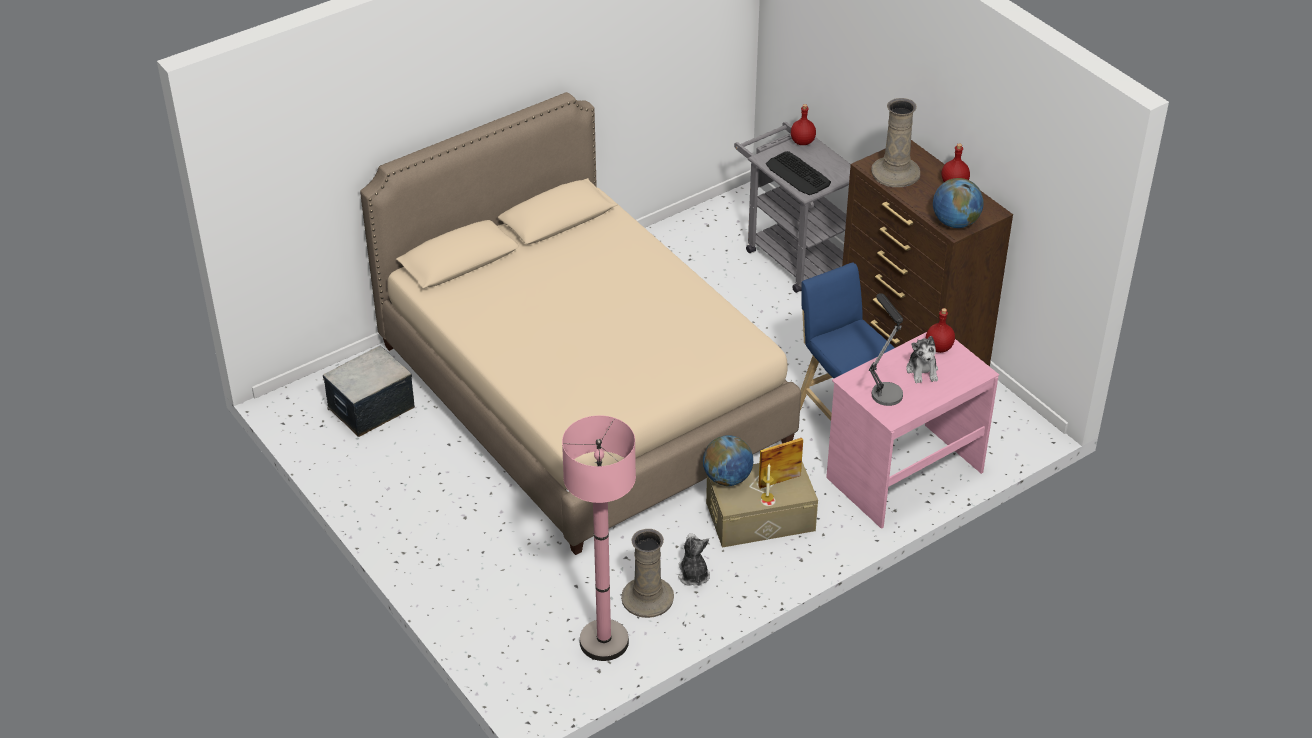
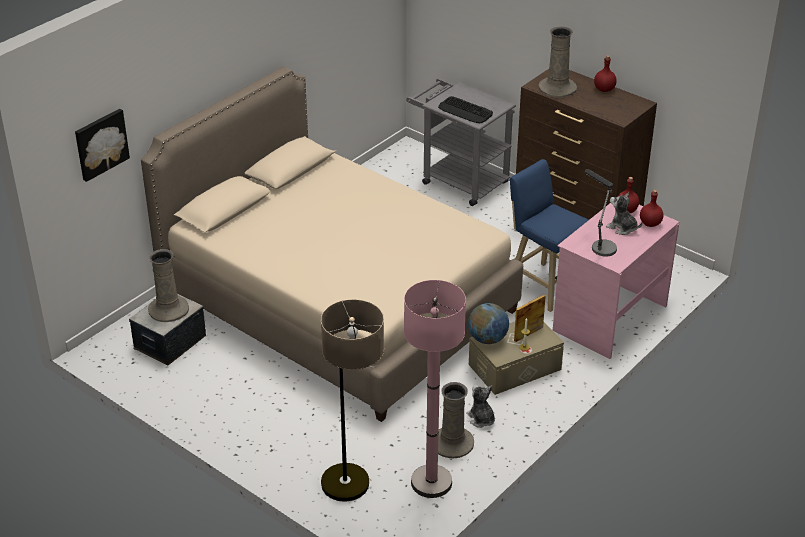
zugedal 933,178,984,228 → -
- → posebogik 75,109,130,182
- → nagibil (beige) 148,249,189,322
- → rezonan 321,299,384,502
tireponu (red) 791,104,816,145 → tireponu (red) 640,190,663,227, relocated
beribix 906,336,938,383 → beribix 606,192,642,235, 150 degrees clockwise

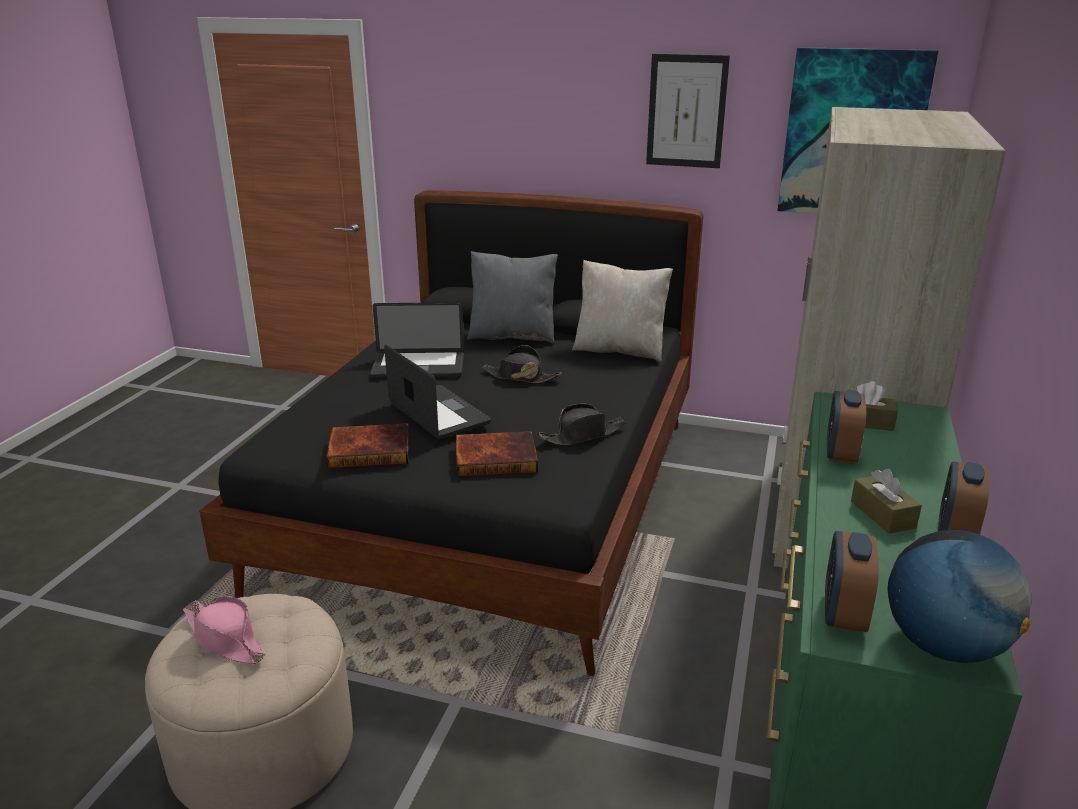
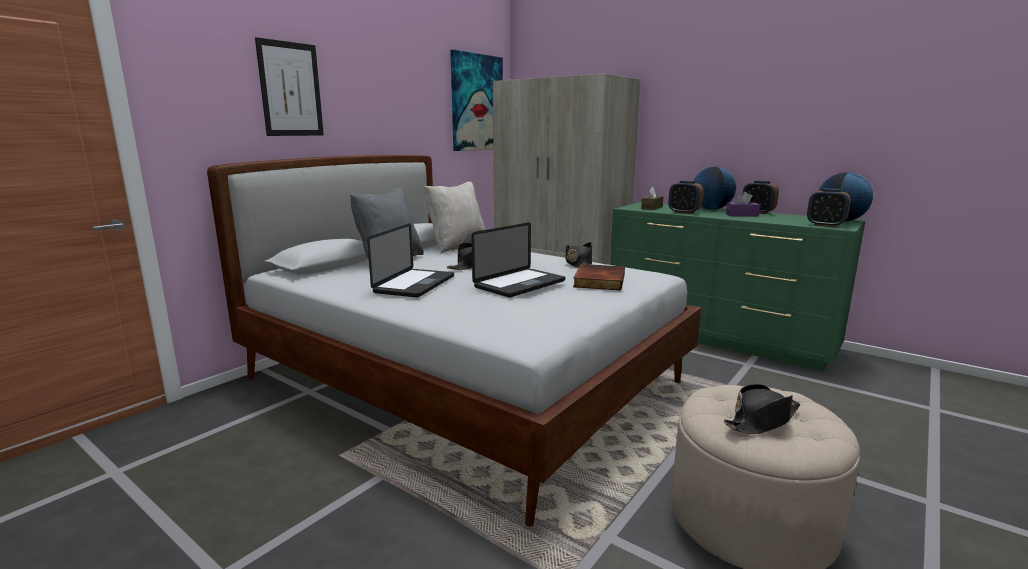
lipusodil 326,423,409,468 → -
- → zugedal 693,167,736,210
posebogik 646,54,730,168 → posebogik 255,37,324,136, relocated
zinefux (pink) 183,596,265,664 → zinefux (black) 724,384,800,434
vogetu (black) 199,190,703,676 → vogetu (white) 207,155,702,527
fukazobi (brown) 851,468,922,534 → fukazobi (purple) 726,192,760,217
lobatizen 384,344,491,439 → lobatizen 471,222,565,298, 150 degrees clockwise

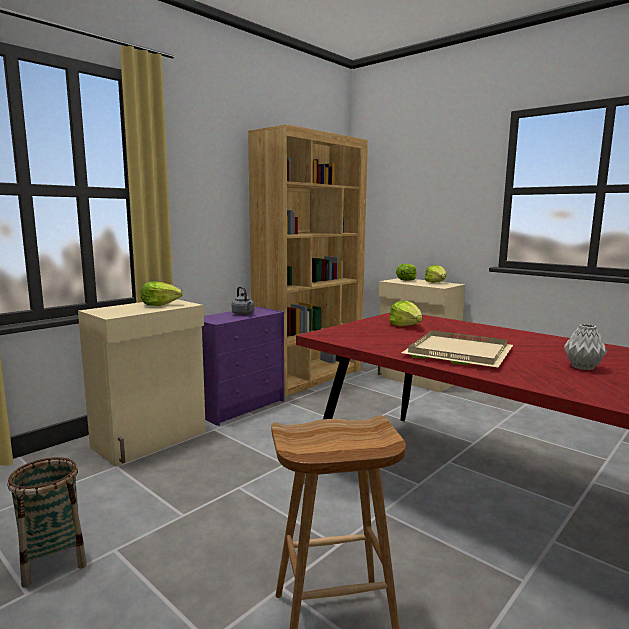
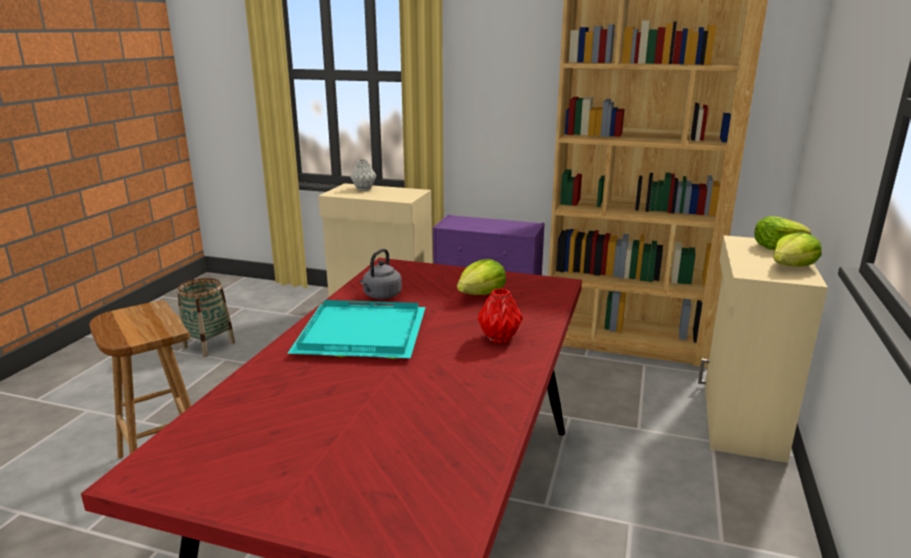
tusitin 141,281,183,306 → -
- → nagibil (red) 478,288,523,343
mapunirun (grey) 232,287,254,316 → mapunirun (grey) 360,249,402,299, relocated
nagibil (grey) 564,324,607,370 → nagibil (grey) 350,159,376,191, relocated
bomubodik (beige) 401,330,513,368 → bomubodik (turquoise) 287,300,426,359

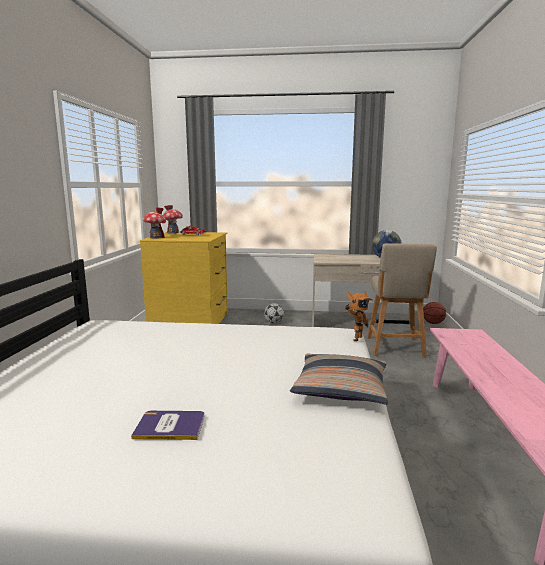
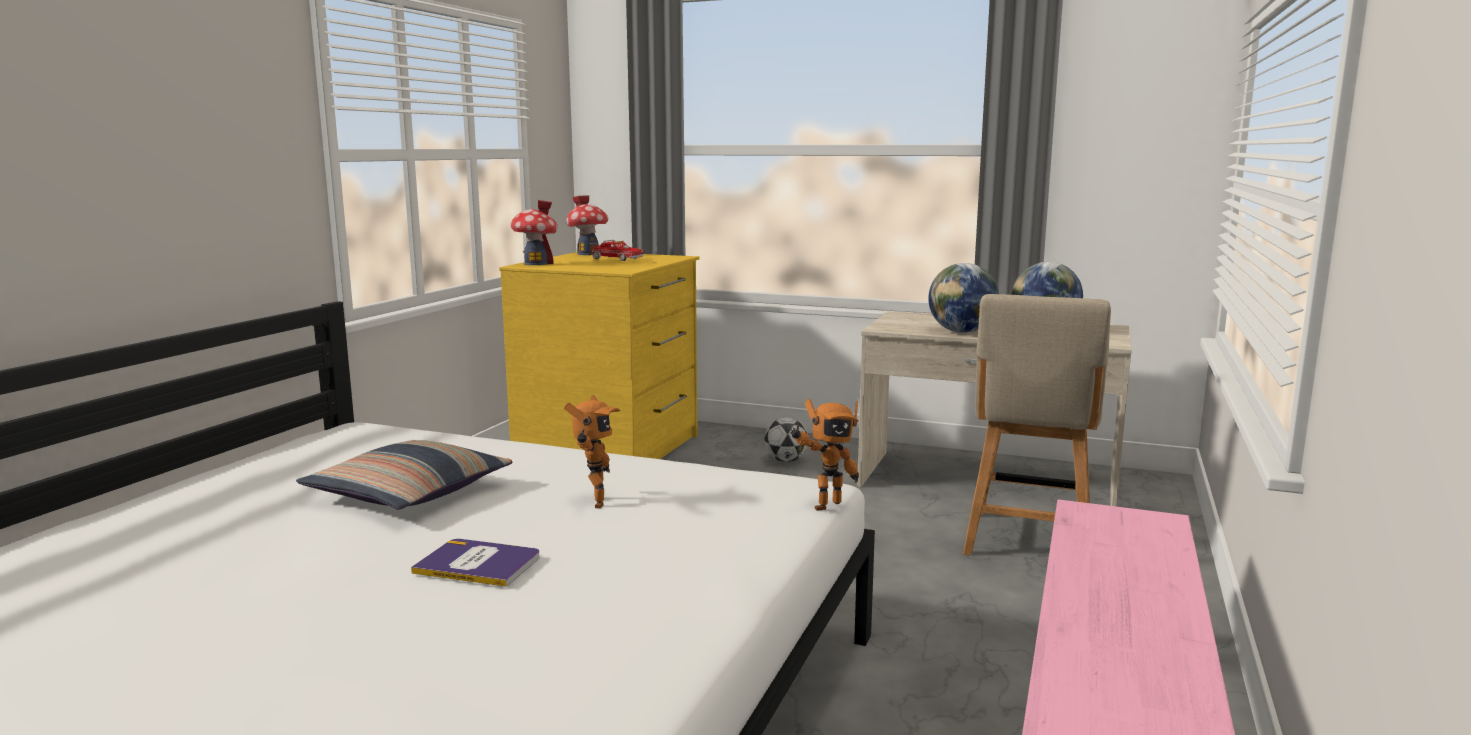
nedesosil 423,302,446,324 → -
- → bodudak 564,395,621,509
- → zugedal 928,263,999,333
lipusodil 131,411,205,440 → lipusodil 411,539,540,587, relocated
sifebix 290,353,388,405 → sifebix 296,440,513,510, relocated

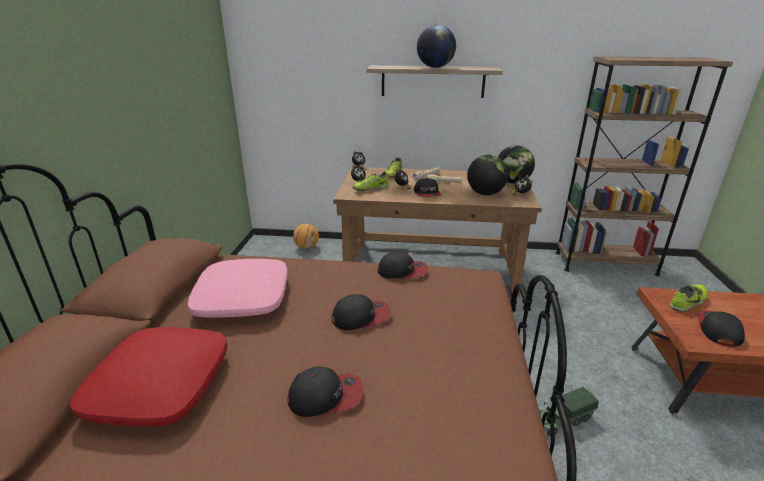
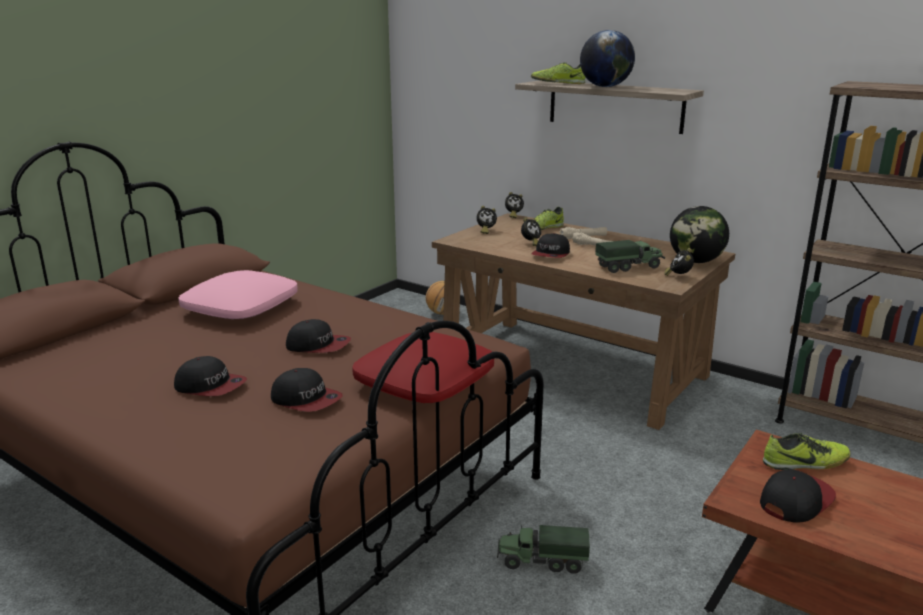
sifebix (red) 70,327,227,426 → sifebix (red) 352,332,494,403, relocated
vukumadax 352,171,389,191 → vukumadax 531,62,585,84, relocated
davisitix 378,251,428,279 → davisitix 271,368,343,412, relocated
zugedal 467,155,509,195 → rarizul 595,240,665,273

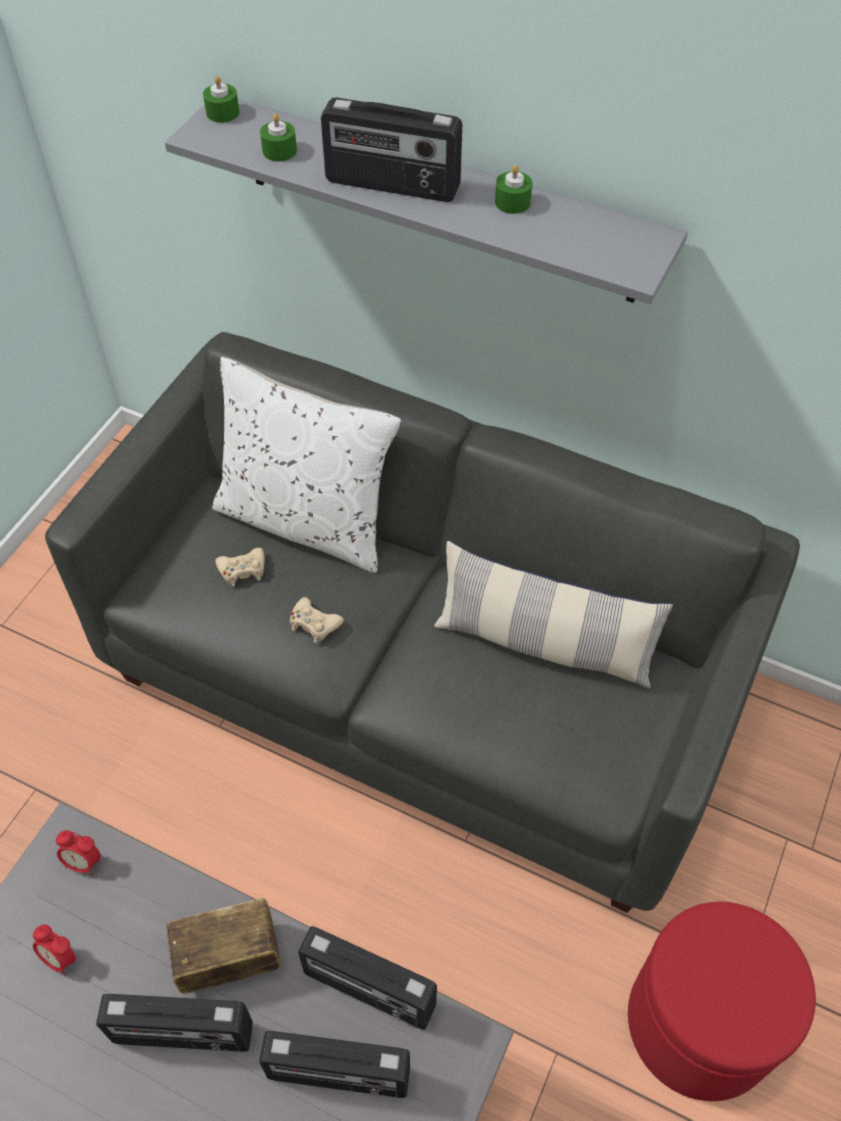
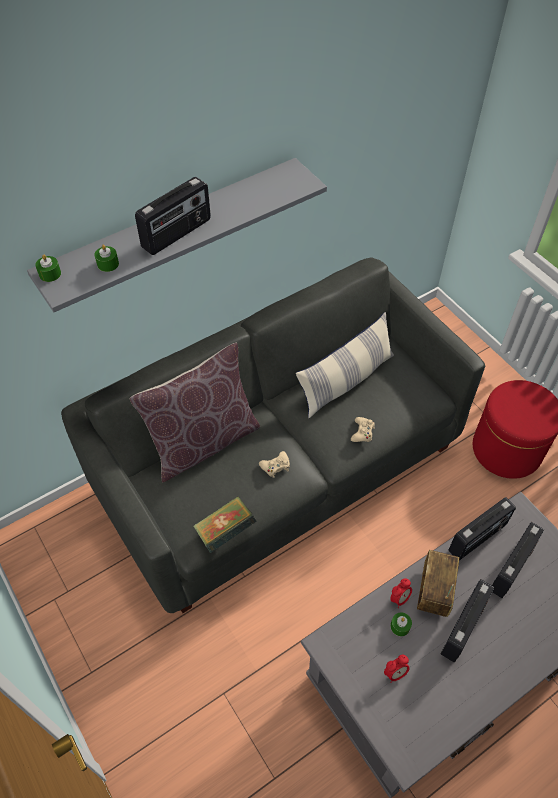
- → lipusodil 193,497,257,553
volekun 56,830,101,876 → volekun 390,578,412,608, relocated
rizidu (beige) 215,548,265,587 → rizidu (beige) 351,417,375,442, relocated
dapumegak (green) 495,165,533,214 → dapumegak (green) 390,612,412,636, relocated
sifebix (white) 212,357,401,573 → sifebix (brown) 129,343,260,482

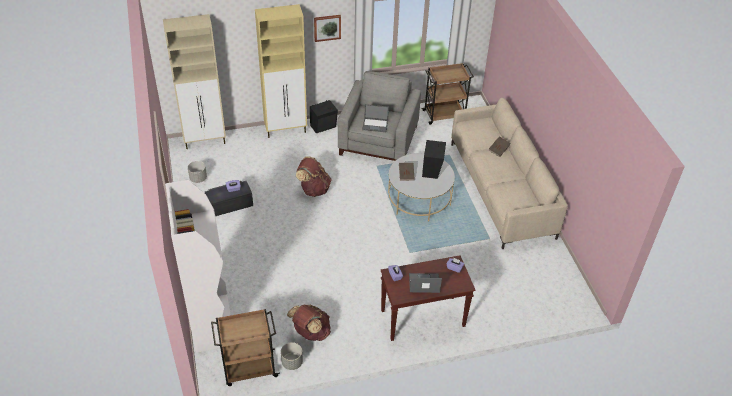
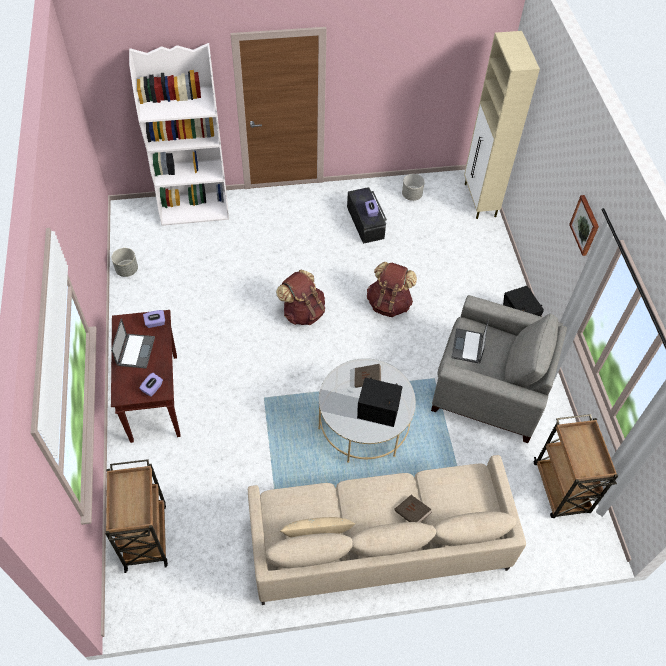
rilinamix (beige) 255,4,307,138 → -
- → sifebix (beige) 280,517,355,537
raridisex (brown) 211,309,280,386 → raridisex (brown) 105,459,168,573, relocated
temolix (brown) 287,305,331,341 → temolix (brown) 276,269,325,325, relocated

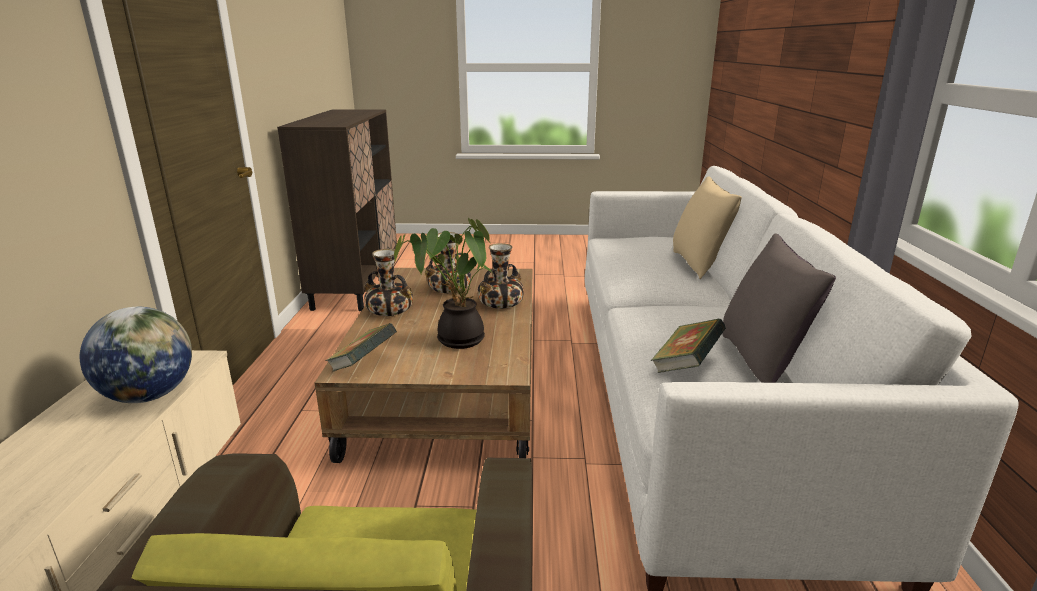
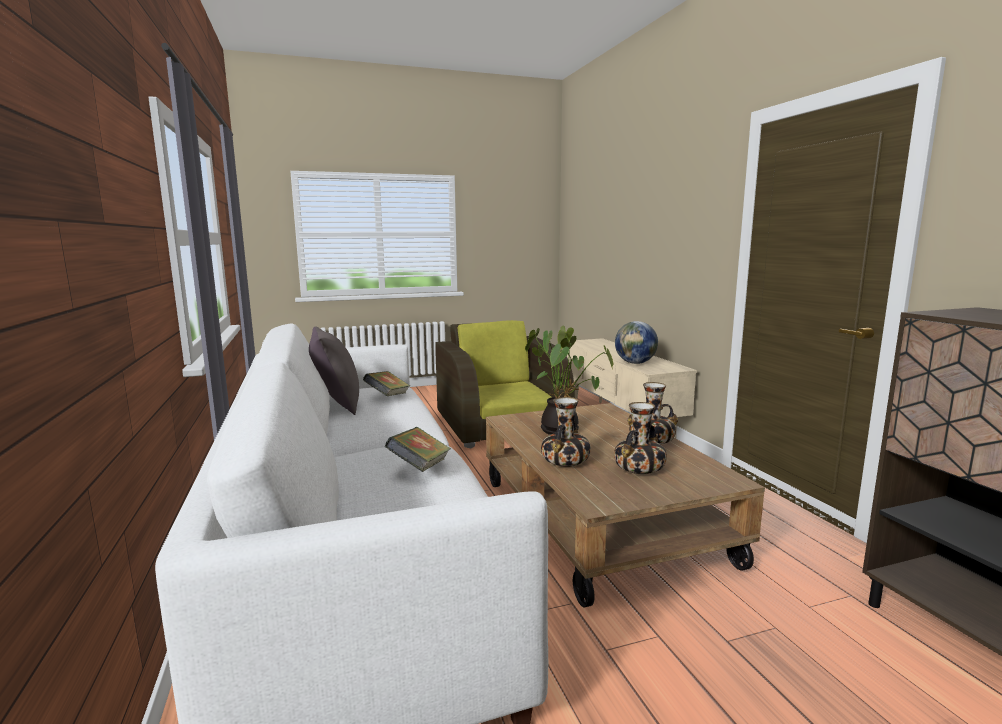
sifebix (beige) 673,176,742,279 → -
lipusodil 325,323,396,371 → lipusodil 385,427,451,472, relocated

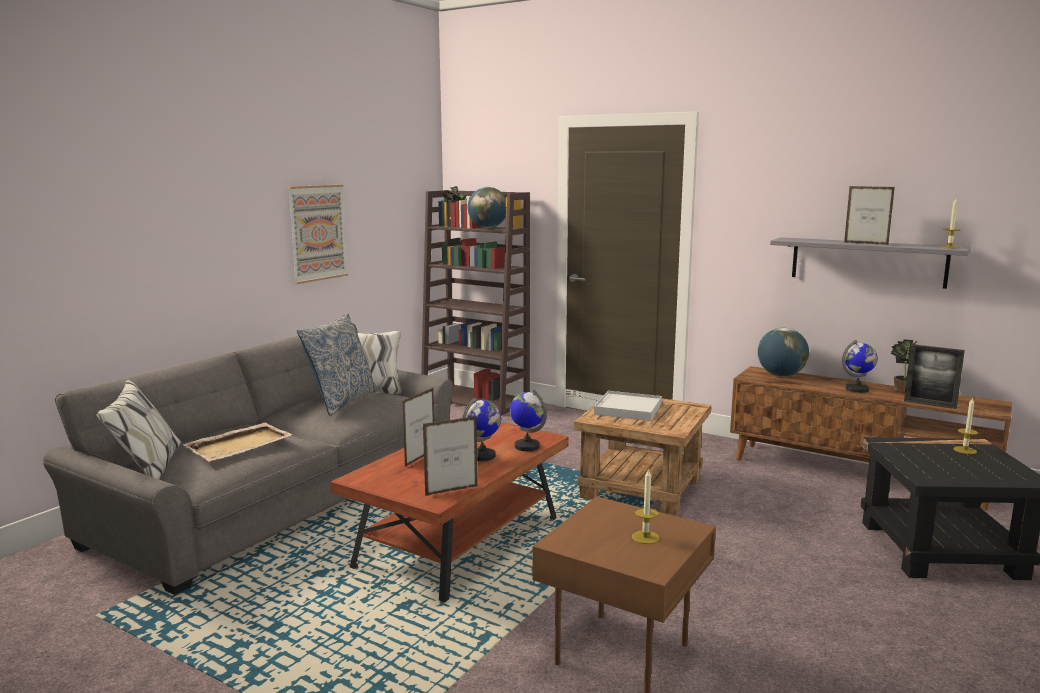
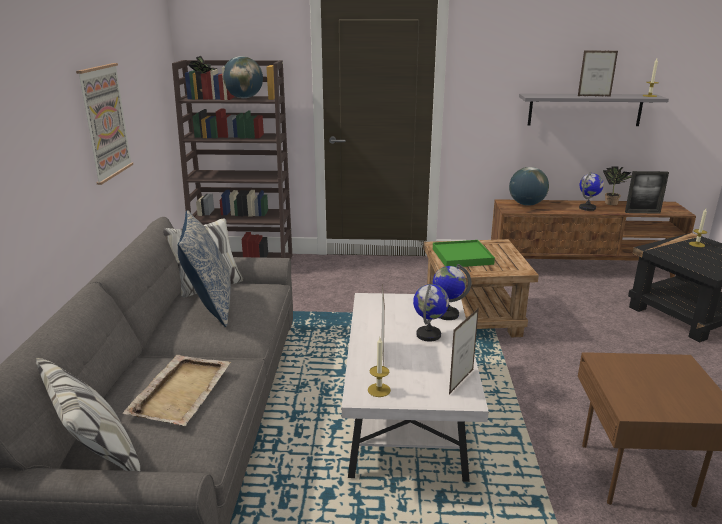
dapumegak 632,468,660,544 → dapumegak 368,337,391,397, relocated
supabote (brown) 330,422,569,603 → supabote (white) 341,293,489,482
bomubodik (white) 594,391,662,421 → bomubodik (green) 433,240,495,267

